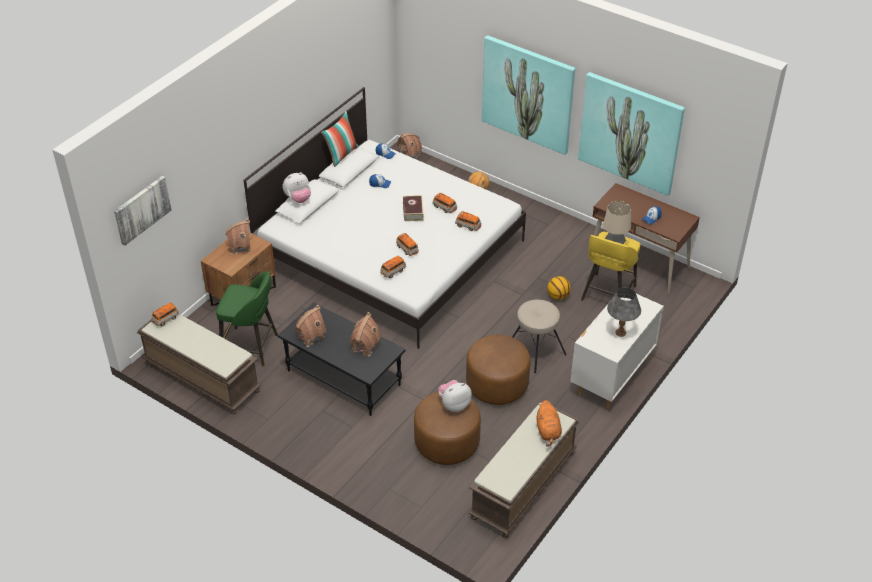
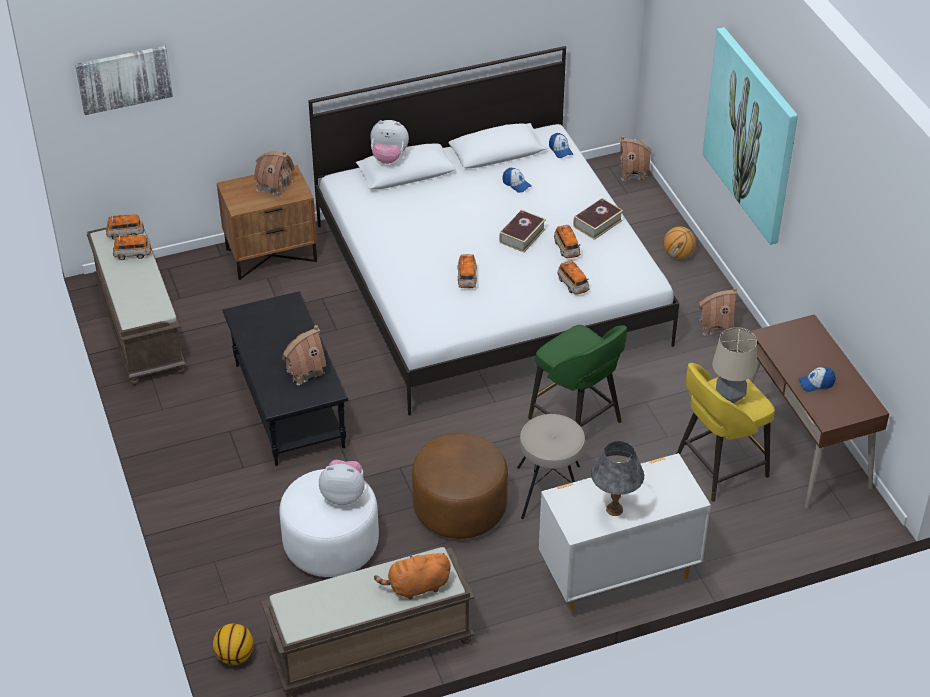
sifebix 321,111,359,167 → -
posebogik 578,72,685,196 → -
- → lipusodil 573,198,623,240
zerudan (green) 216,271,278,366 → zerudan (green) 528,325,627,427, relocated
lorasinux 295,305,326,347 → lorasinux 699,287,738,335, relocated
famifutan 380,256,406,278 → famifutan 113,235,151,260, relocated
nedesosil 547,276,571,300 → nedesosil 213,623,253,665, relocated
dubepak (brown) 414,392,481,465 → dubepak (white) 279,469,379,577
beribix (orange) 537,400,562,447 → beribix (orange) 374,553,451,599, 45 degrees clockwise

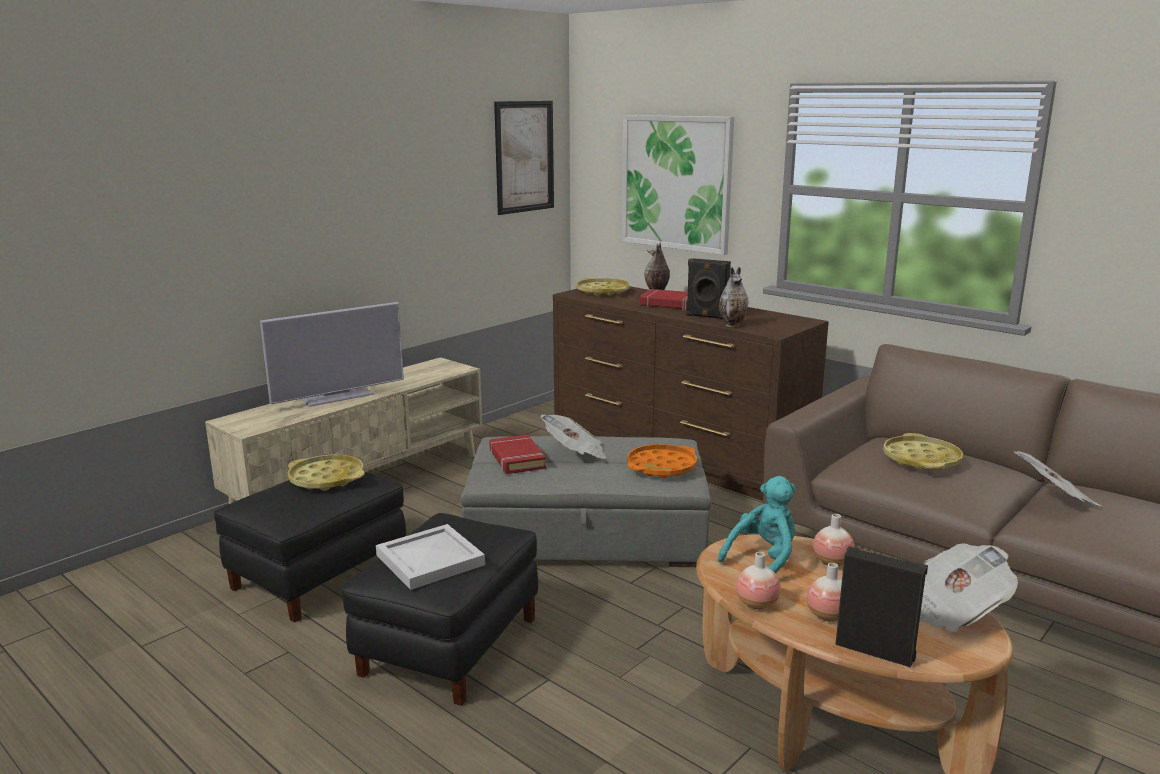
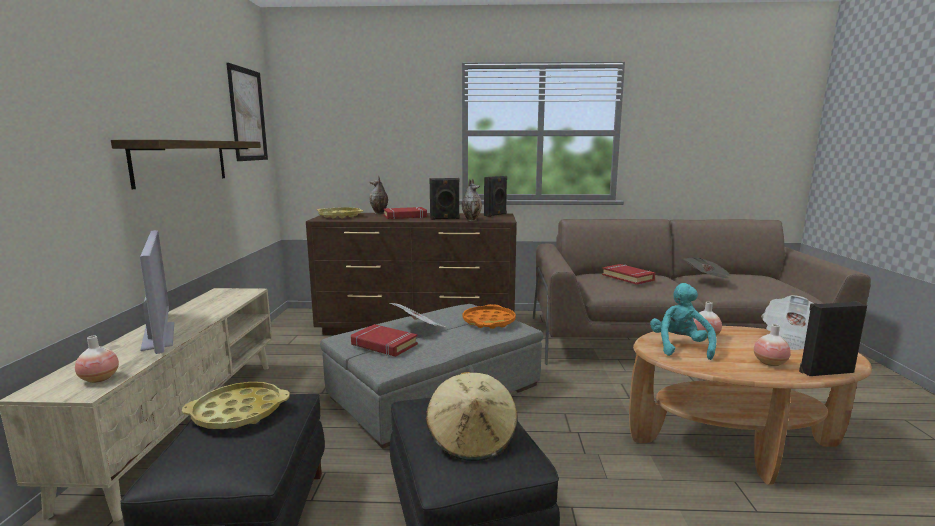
posebogik 622,115,734,255 → -
- → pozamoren 111,140,261,189
- → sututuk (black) 484,176,507,217
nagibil 736,552,781,609 → nagibil 75,336,119,383, relocated
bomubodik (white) 376,524,485,590 → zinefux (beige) 426,372,517,461
bomubodik (yellow) 883,433,963,471 → lipusodil (red) 602,264,655,285
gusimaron 260,302,404,407 → gusimaron 140,230,174,354, 45 degrees counterclockwise

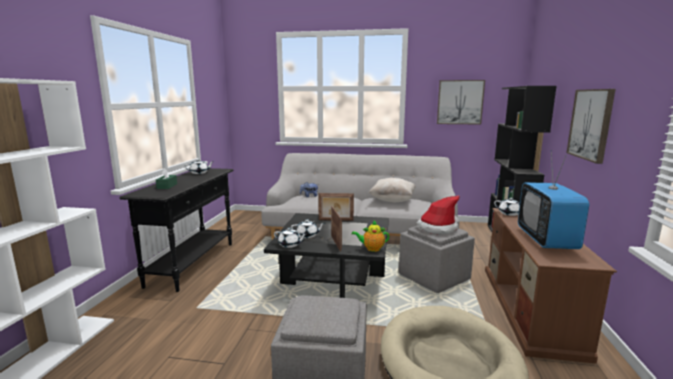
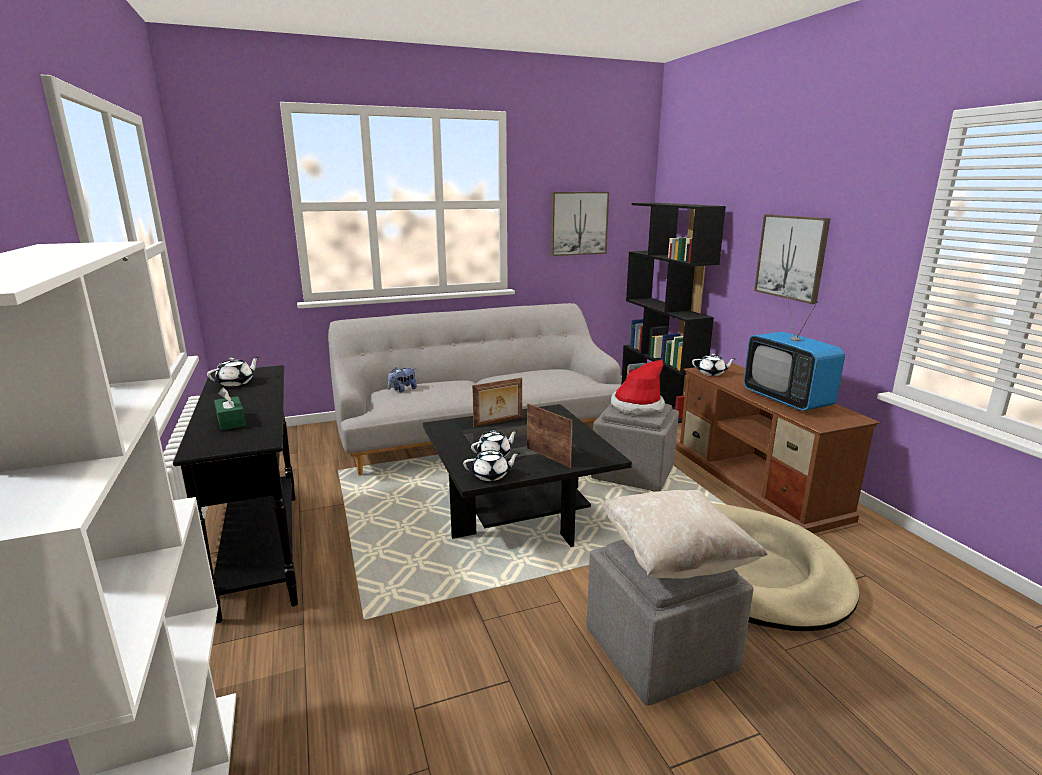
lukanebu 352,221,389,252 → -
sifebix (beige) 369,178,416,202 → sifebix (beige) 601,490,768,579, relocated

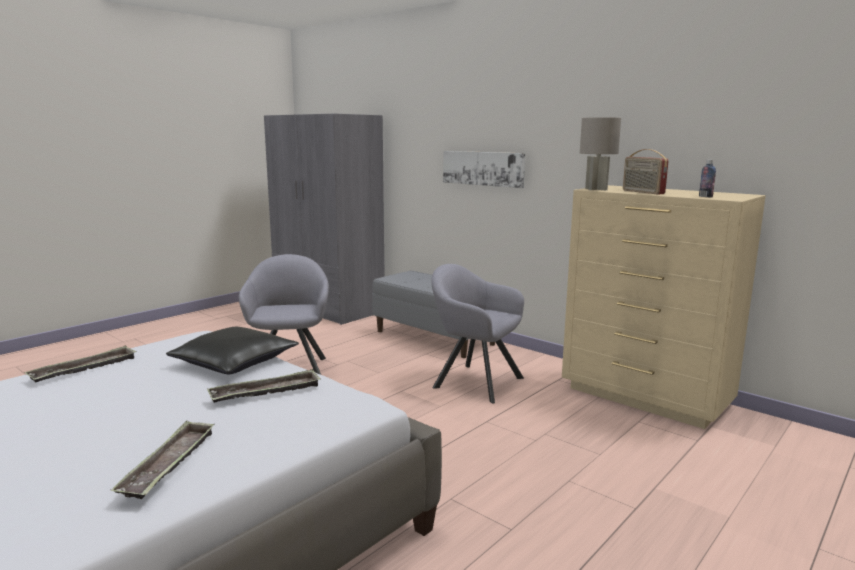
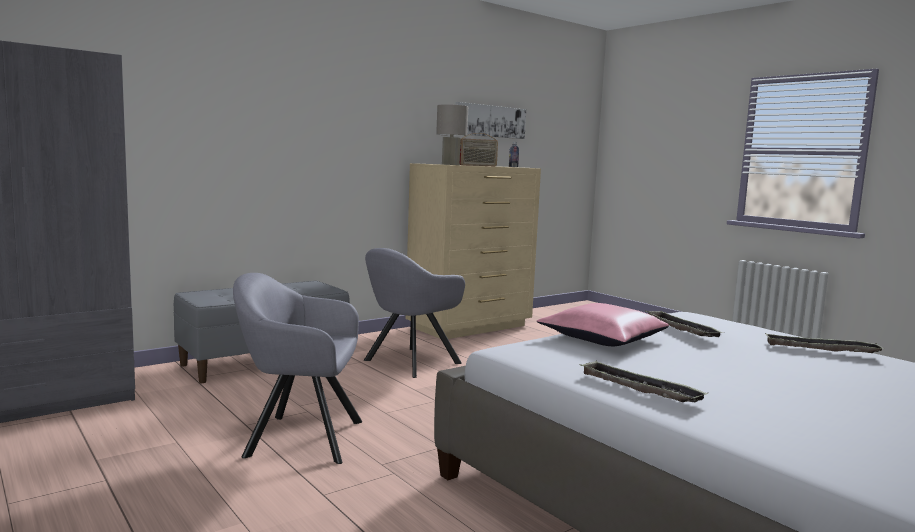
posebogik 443,151,525,188 → posebogik 455,102,526,139, relocated
sifebix (black) 166,327,299,374 → sifebix (pink) 537,303,669,346

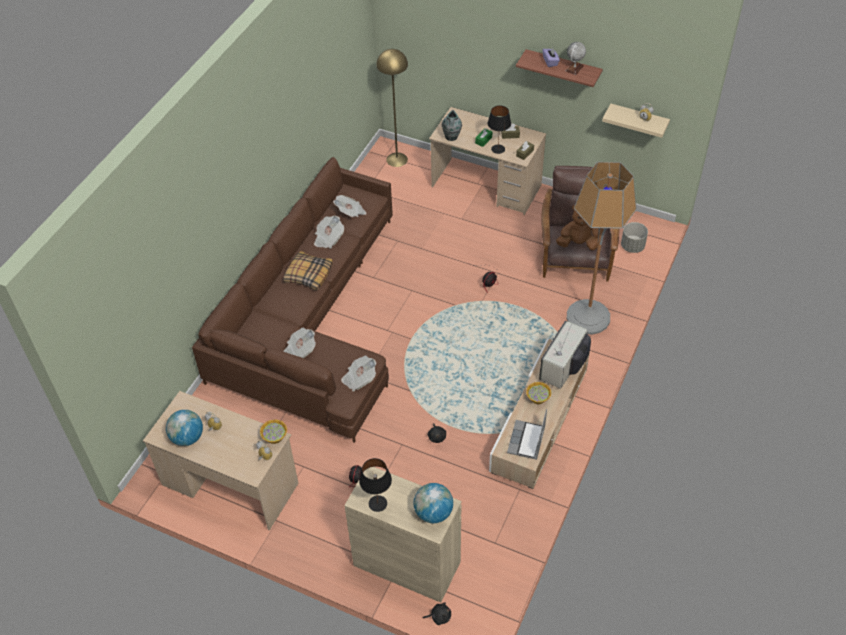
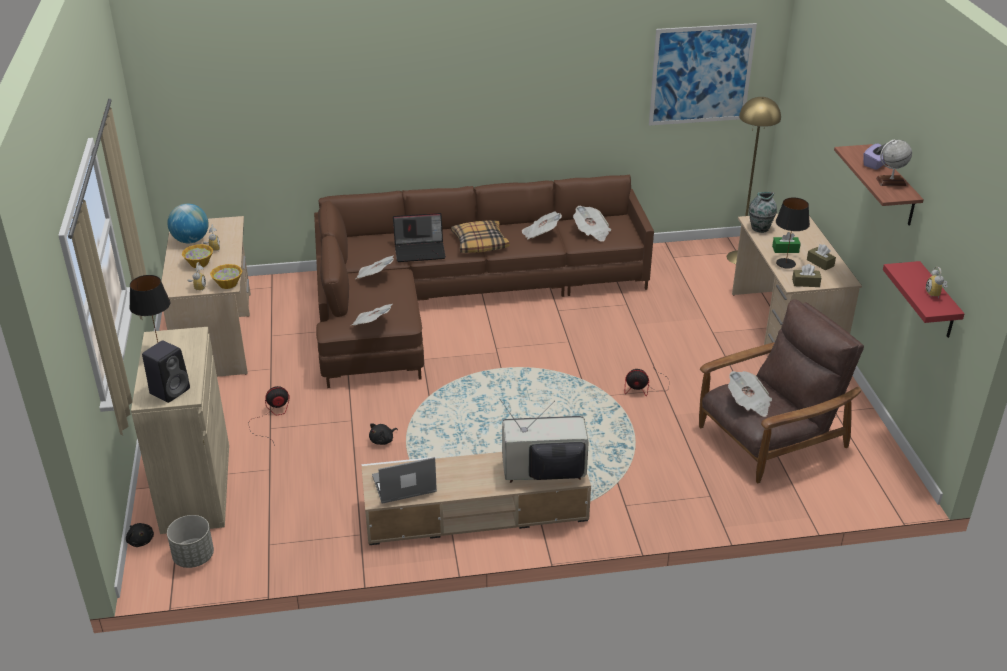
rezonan 567,162,636,335 → -
- → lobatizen 393,213,446,262
- → posebogik 649,23,757,126
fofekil 526,382,551,404 → fofekil 182,244,213,268, relocated
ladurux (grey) 621,222,648,253 → ladurux (grey) 167,515,214,568, relocated
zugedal 414,483,453,523 → sututuk (black) 142,340,190,403
beribix (brown) 556,205,599,251 → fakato 728,371,772,417
pozamoren (beige) 602,104,670,138 → pozamoren (red) 883,261,965,338

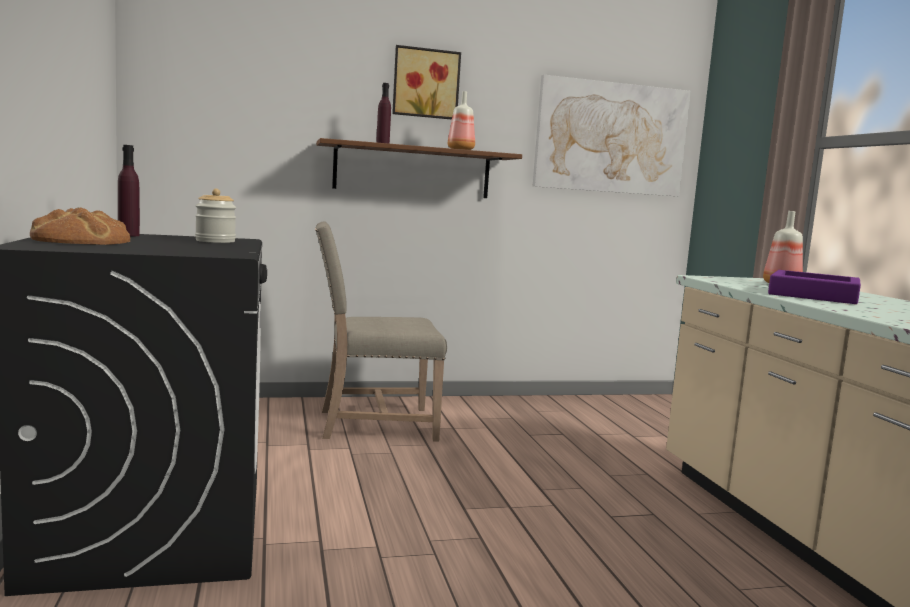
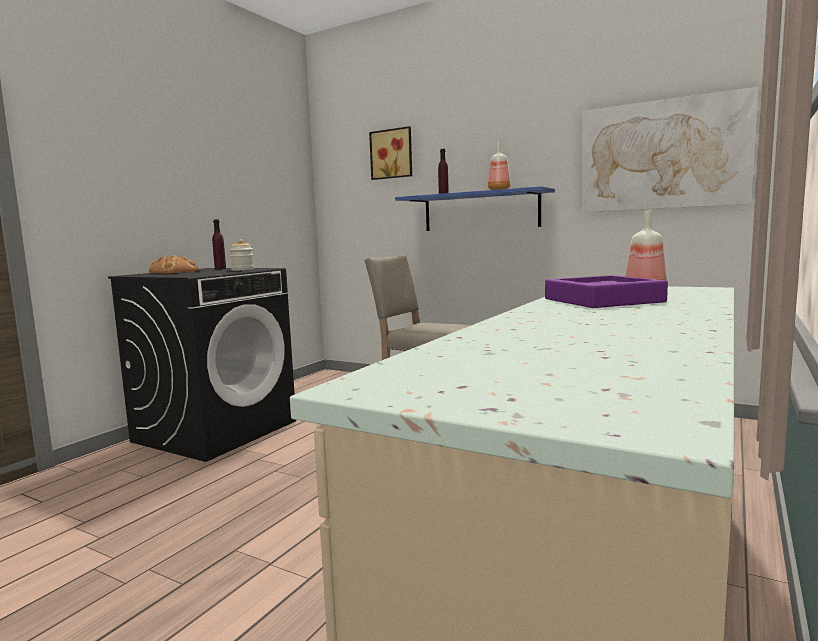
posebogik 392,45,461,120 → posebogik 369,126,412,180, relocated
pozamoren (brown) 317,138,522,198 → pozamoren (blue) 395,186,555,231

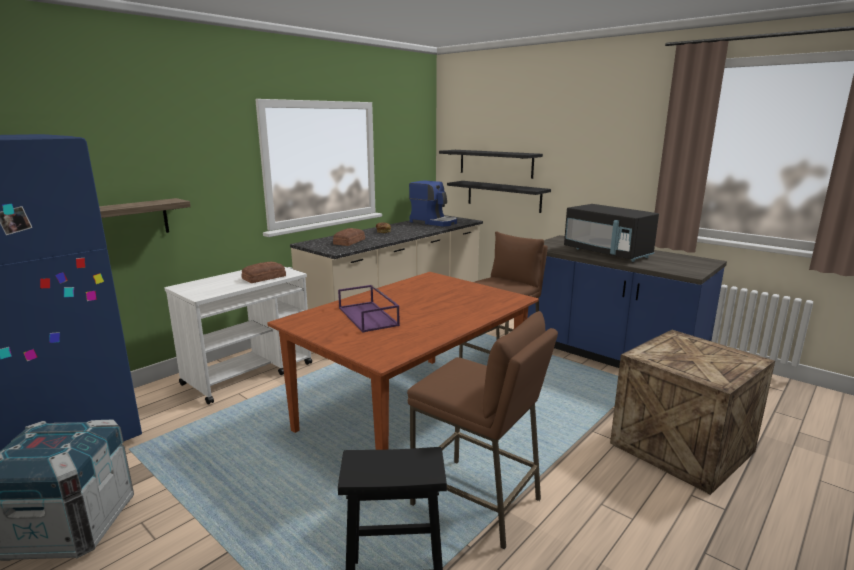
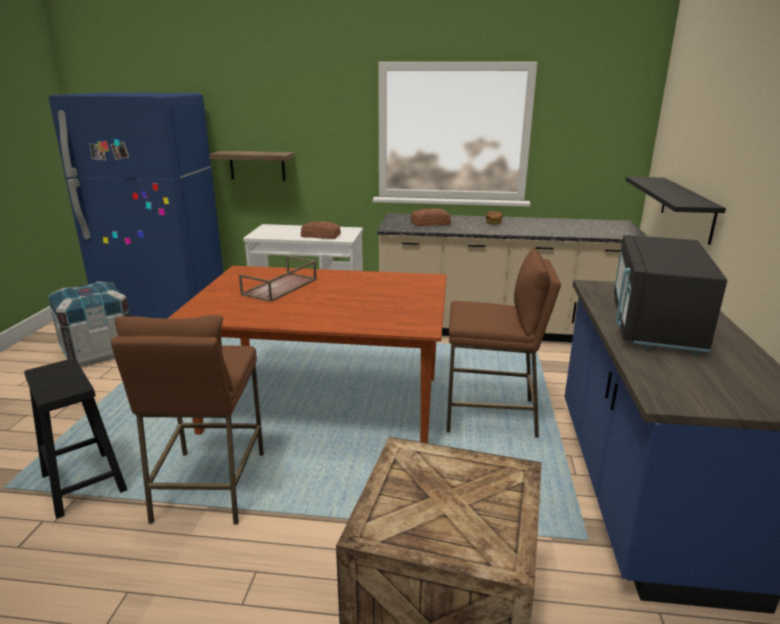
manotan 409,180,457,226 → -
pozamoren (black) 439,150,543,179 → -
bomubodik (purple) 338,285,400,332 → bomubodik (brown) 239,256,317,302

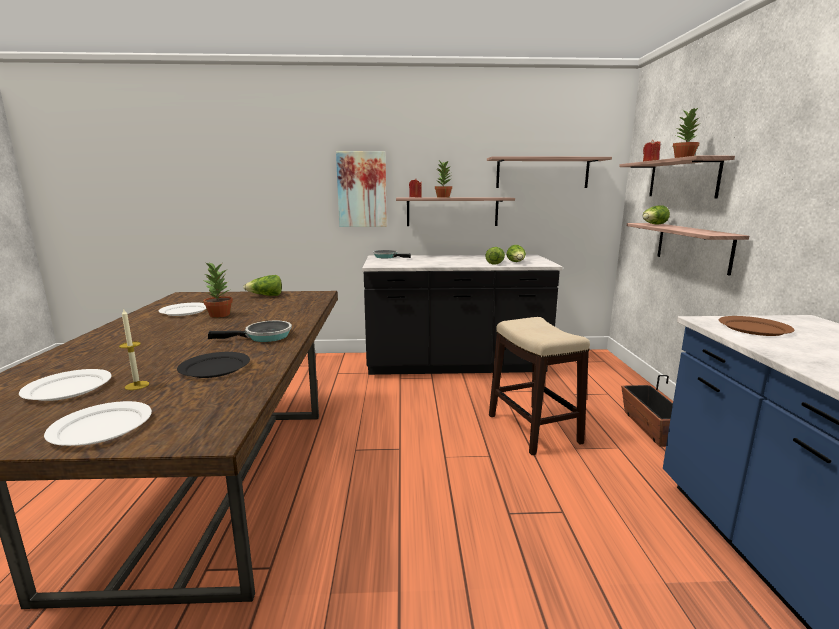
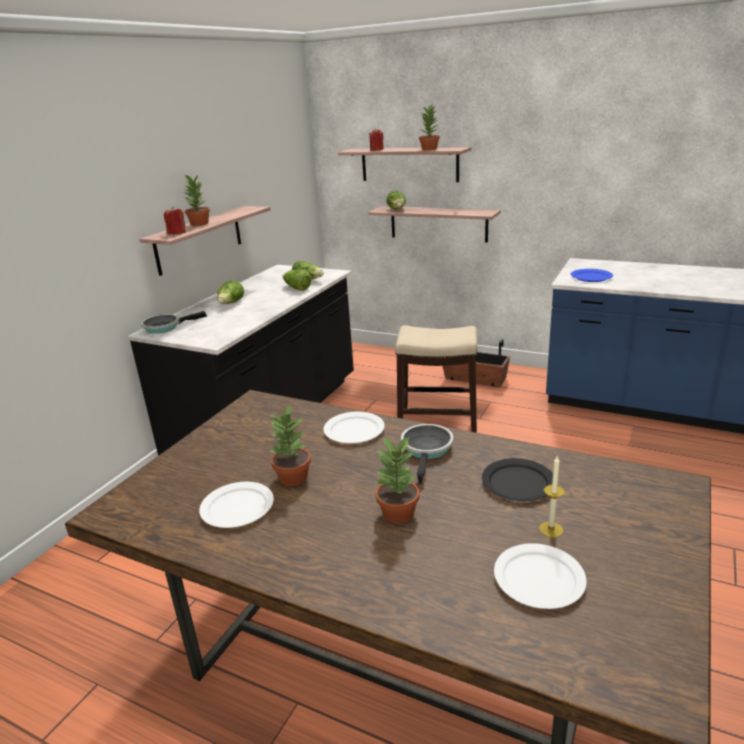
posebogik 336,151,387,227 → -
pozamoren 487,156,612,188 → -
- → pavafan 376,436,419,524
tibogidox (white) 44,401,152,446 → tibogidox (white) 323,412,385,443, relocated
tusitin 243,275,282,296 → tusitin 217,280,244,304, relocated
tibogidox (brown) 719,316,794,336 → tibogidox (blue) 571,269,613,282

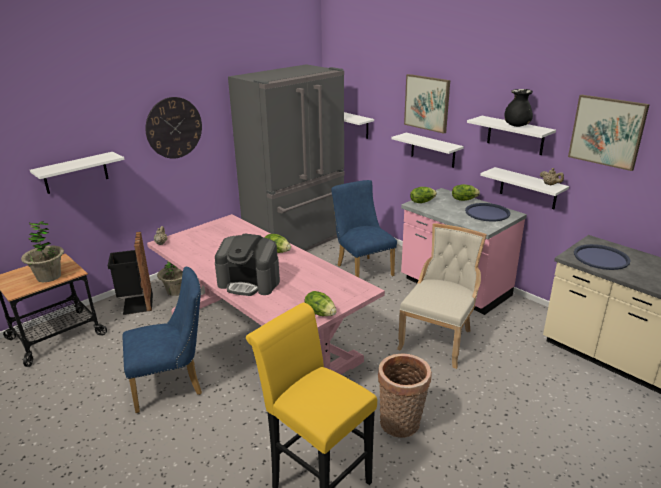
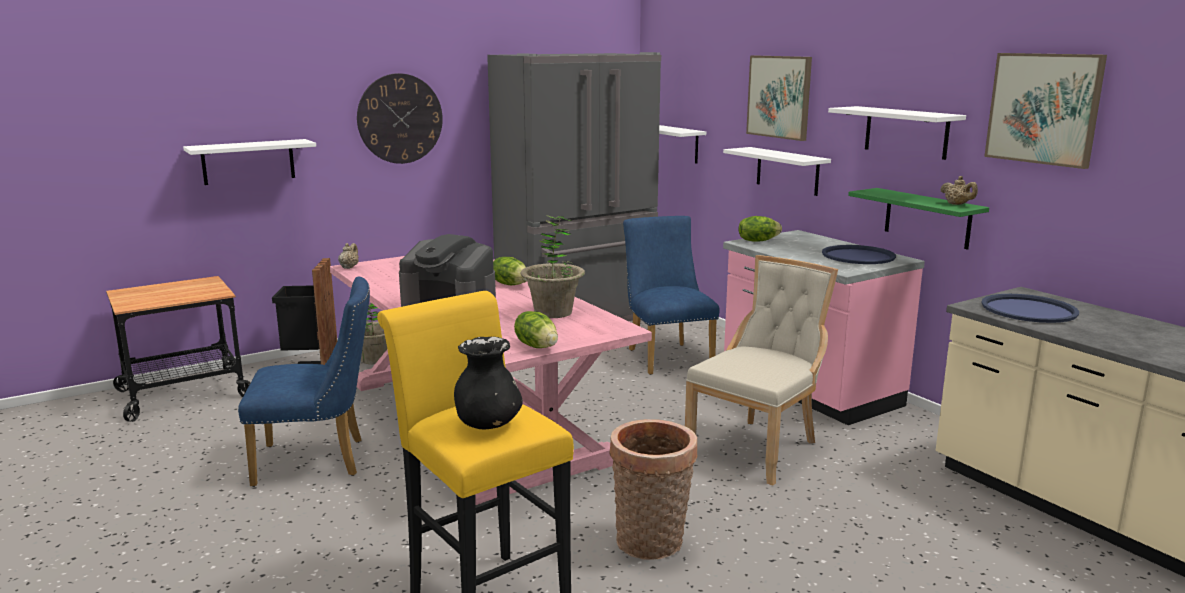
tusitin 452,184,480,201 → -
pavafan 21,221,64,282 → pavafan 520,215,585,318, relocated
nagibil (black) 504,89,533,127 → nagibil (black) 454,337,523,429, relocated
pozamoren (white) 480,167,569,209 → pozamoren (green) 848,188,989,250

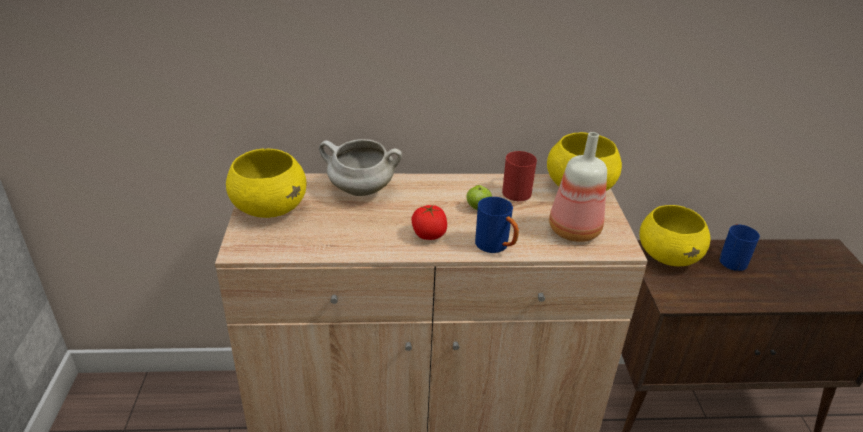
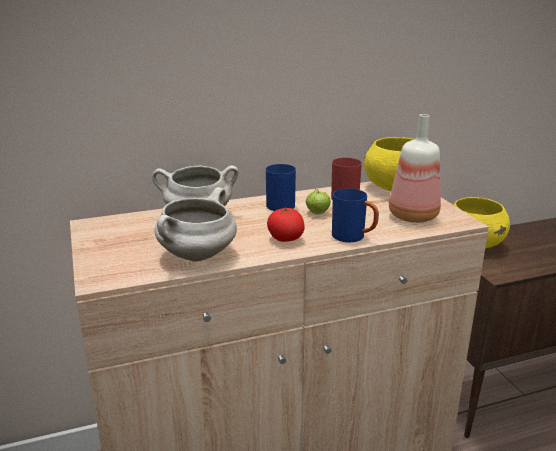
fofekil (yellow) 226,148,306,218 → -
- → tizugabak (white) 155,187,237,261
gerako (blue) 719,224,760,271 → gerako (blue) 266,164,296,211, relocated

